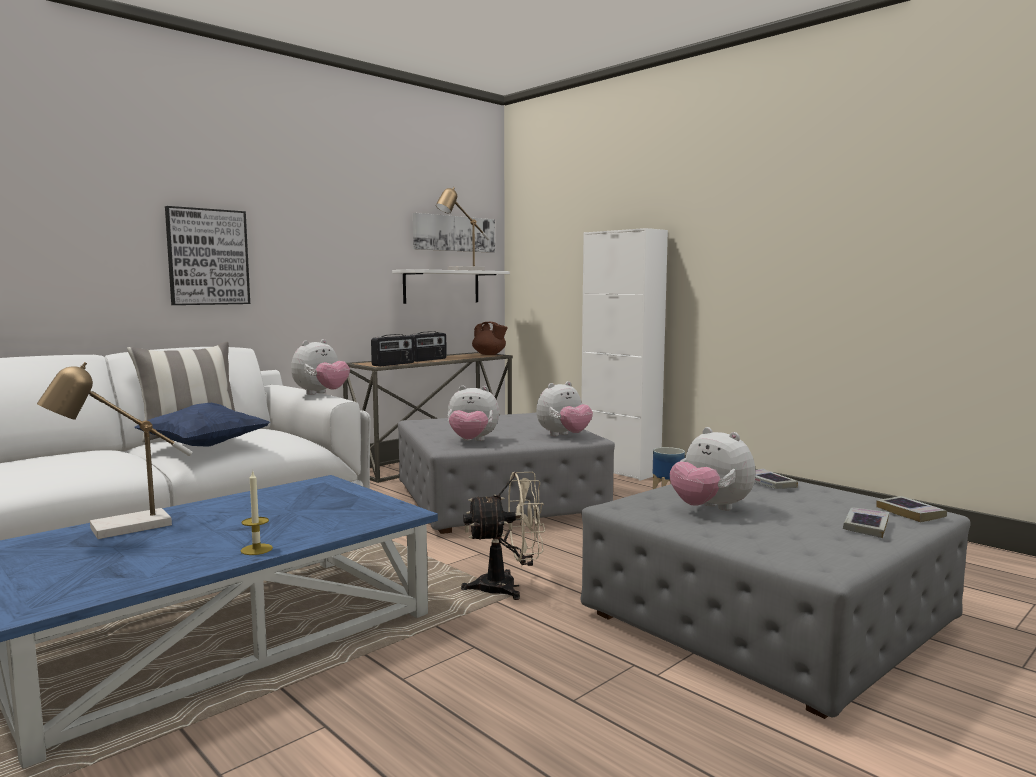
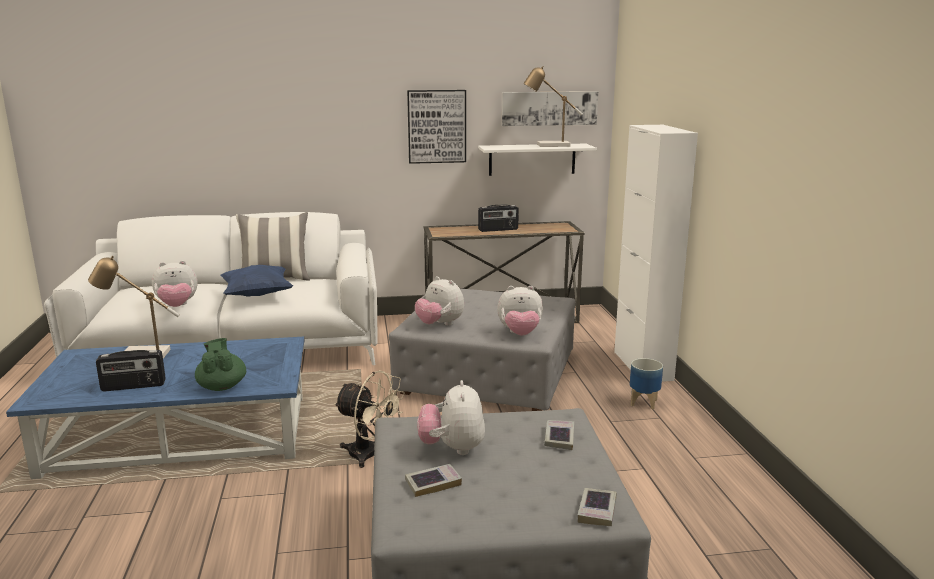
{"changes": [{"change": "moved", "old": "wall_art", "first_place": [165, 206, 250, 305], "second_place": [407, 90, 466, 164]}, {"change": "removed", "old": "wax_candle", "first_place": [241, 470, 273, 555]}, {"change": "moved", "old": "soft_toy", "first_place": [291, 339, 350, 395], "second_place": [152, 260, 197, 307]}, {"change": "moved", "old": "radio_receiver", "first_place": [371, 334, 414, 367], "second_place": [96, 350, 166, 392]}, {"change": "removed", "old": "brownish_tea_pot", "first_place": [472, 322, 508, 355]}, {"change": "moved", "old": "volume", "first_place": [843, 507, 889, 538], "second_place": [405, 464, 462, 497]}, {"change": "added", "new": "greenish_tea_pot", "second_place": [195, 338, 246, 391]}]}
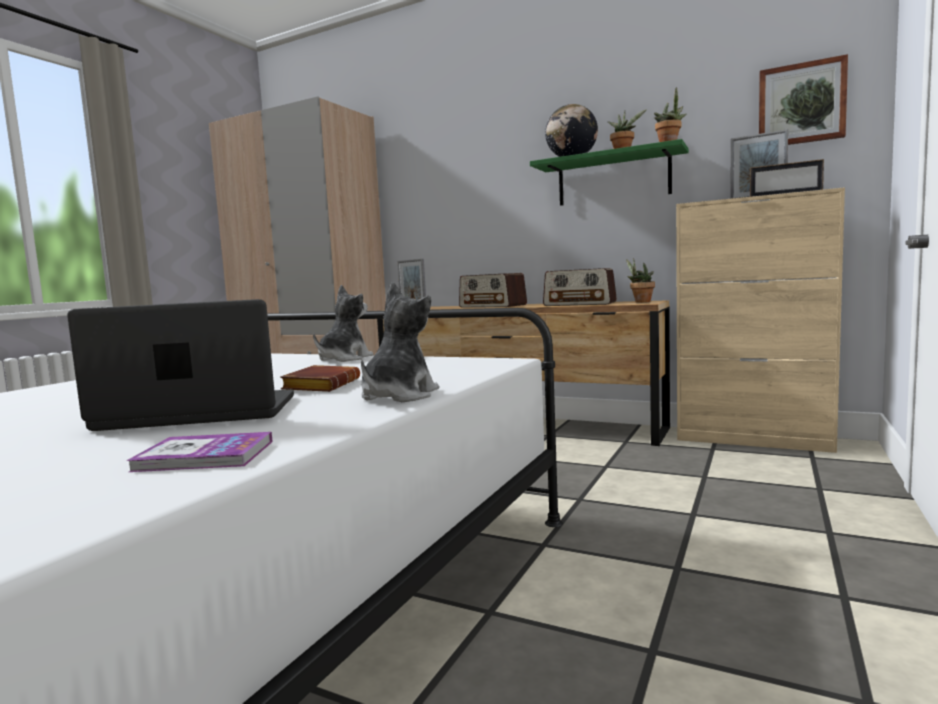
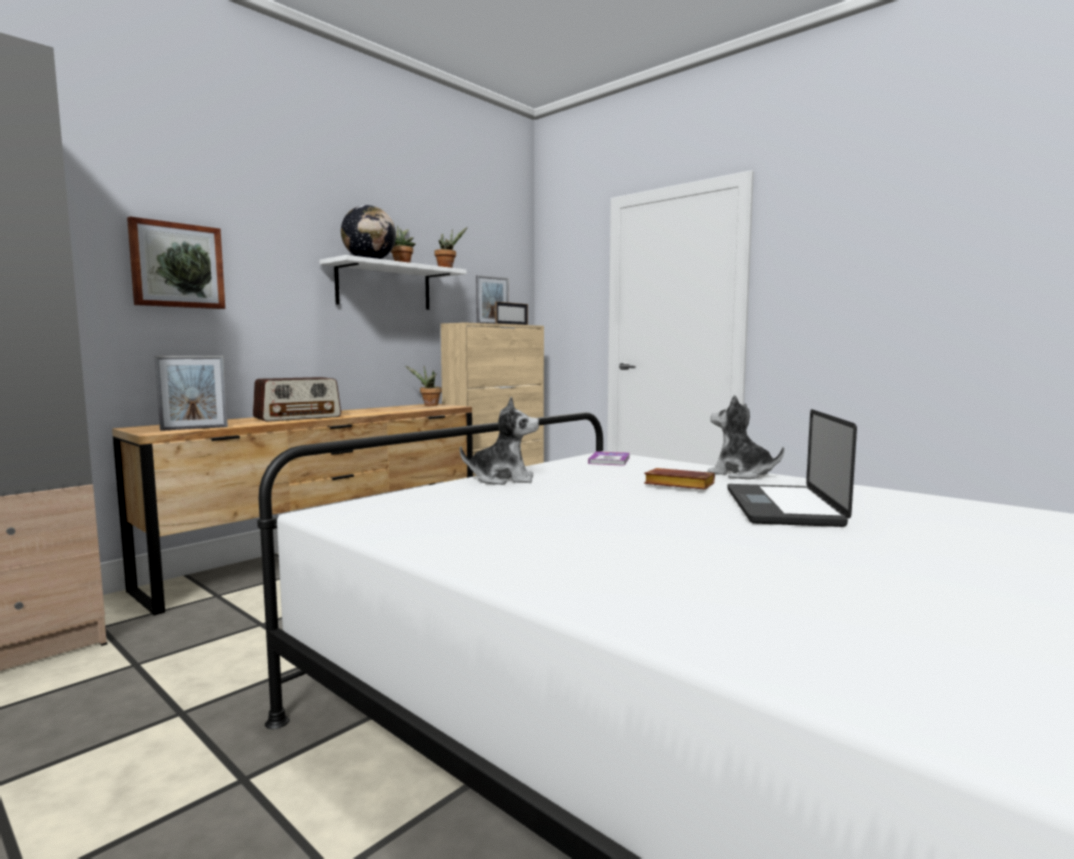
{"changes": [{"change": "moved", "old": "volume", "first_place": [126, 432, 273, 472], "second_place": [588, 451, 630, 466]}, {"change": "turned", "old": "soft_toy", "first_place": [313, 285, 374, 362], "second_place": [460, 396, 539, 485], "degrees": 135}, {"change": "recoloured", "old": "greenish_shelf", "new": "white-coloured_shelf", "first_place": [530, 139, 689, 206], "second_place": [320, 255, 467, 310]}, {"change": "removed", "old": "radio_receiver", "first_place": [543, 268, 617, 306]}, {"change": "moved", "old": "wall_art", "first_place": [759, 54, 848, 145], "second_place": [127, 216, 225, 309]}]}
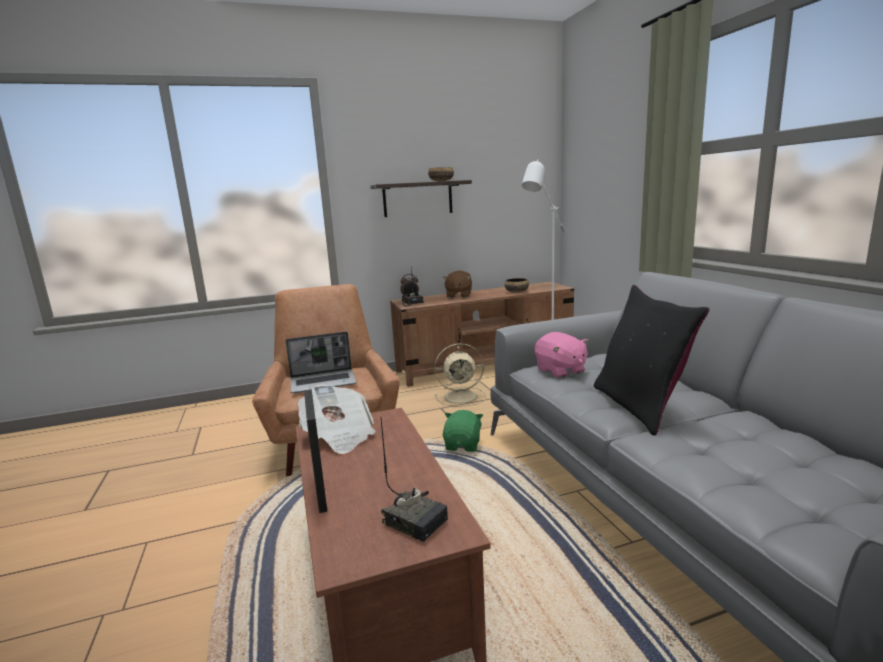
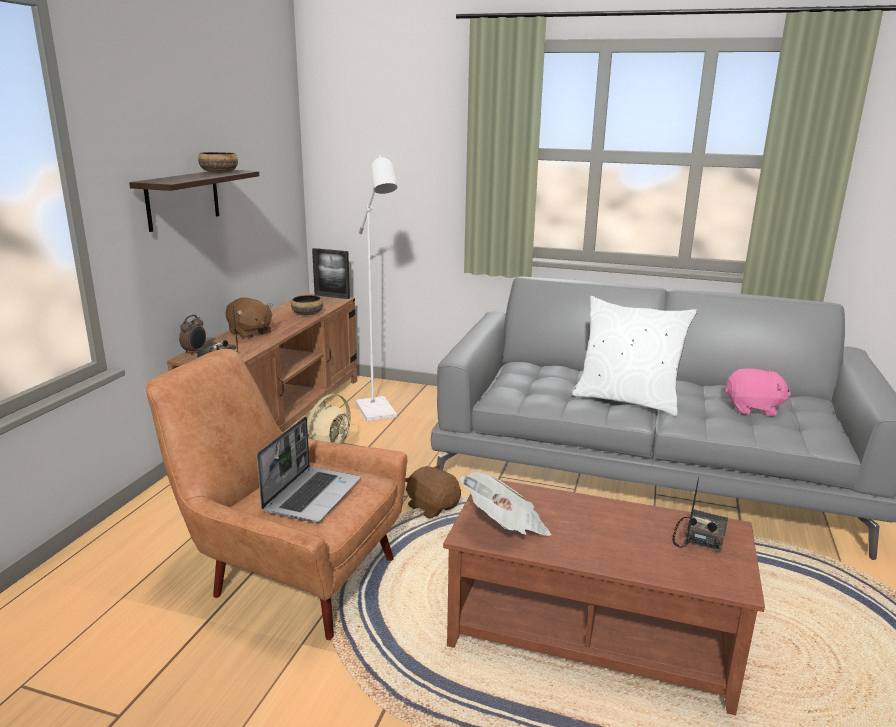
{"changes": [{"change": "moved", "old": "picture_frame", "first_place": [304, 389, 328, 513], "second_place": [312, 248, 350, 299]}, {"change": "turned", "old": "radio_receiver", "first_place": [381, 419, 448, 542], "second_place": [672, 476, 728, 553], "degrees": -45}, {"change": "recoloured", "old": "greenish_soft_toy", "new": "brownish_soft_toy", "first_place": [443, 410, 483, 452], "second_place": [405, 465, 461, 518]}, {"change": "moved", "old": "pink_soft_toy", "first_place": [535, 332, 589, 378], "second_place": [725, 369, 791, 416]}, {"change": "recoloured", "old": "blackish_pillow", "new": "white-coloured_pillow", "first_place": [594, 285, 710, 435], "second_place": [572, 296, 697, 416]}]}
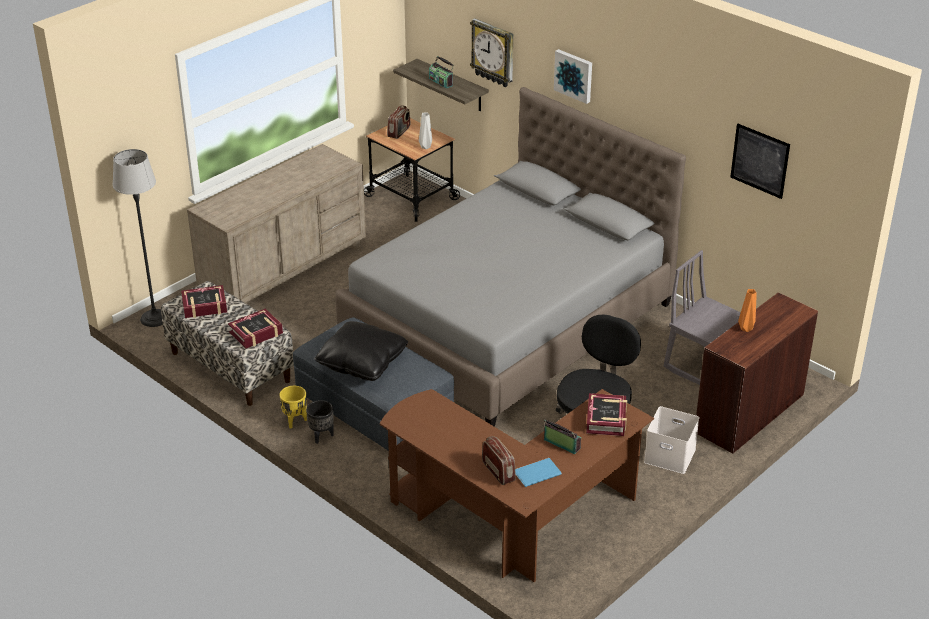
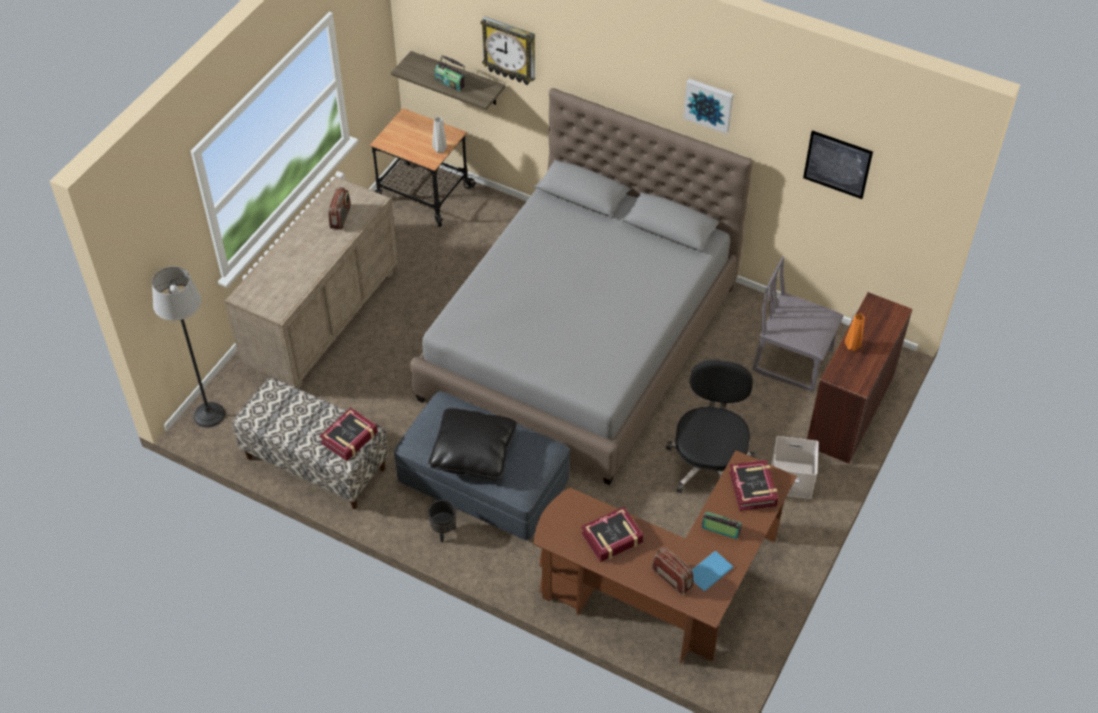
{"changes": [{"change": "moved", "old": "volume", "first_place": [181, 285, 227, 318], "second_place": [581, 507, 644, 562]}, {"change": "removed", "old": "yellow-coloured_planter", "first_place": [279, 386, 307, 429]}, {"change": "moved", "old": "radio_receiver", "first_place": [387, 105, 410, 139], "second_place": [328, 187, 351, 230]}, {"change": "moved", "old": "wall_art", "first_place": [554, 49, 592, 104], "second_place": [683, 79, 734, 134]}]}
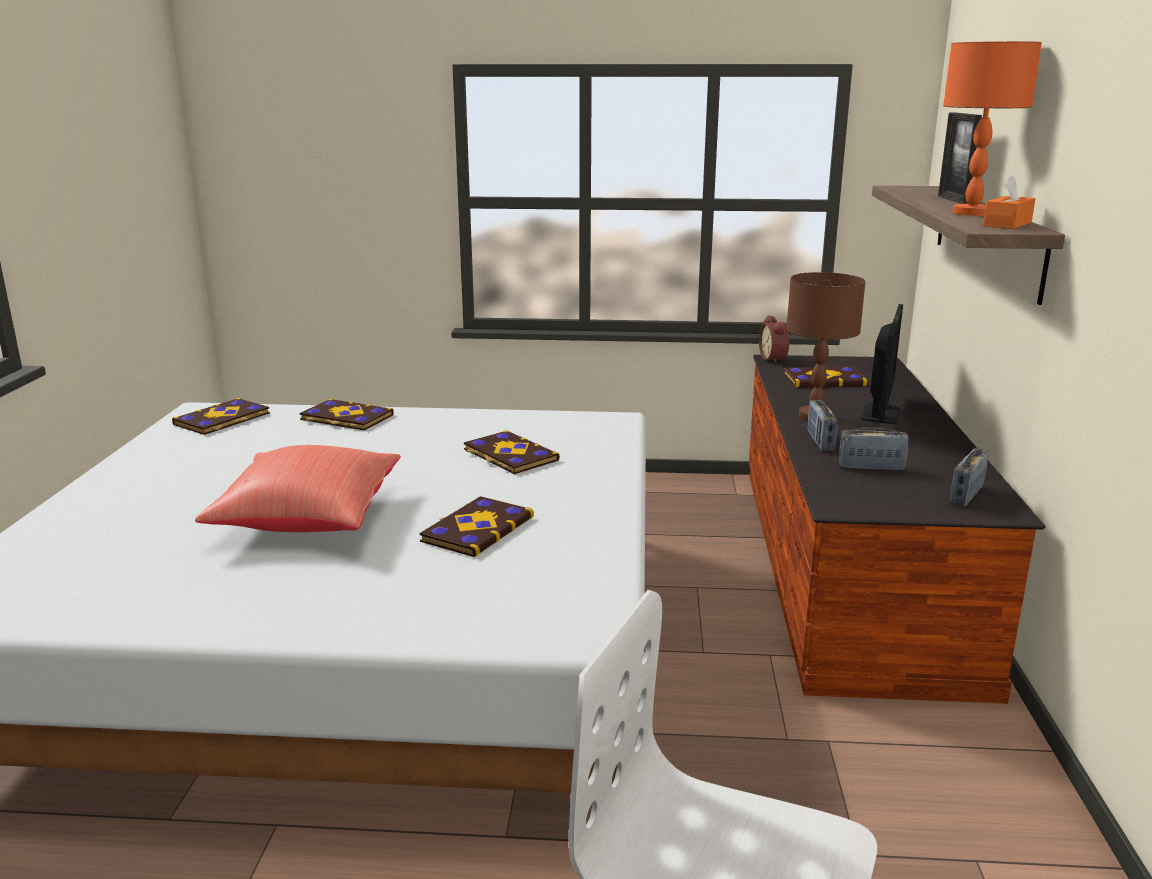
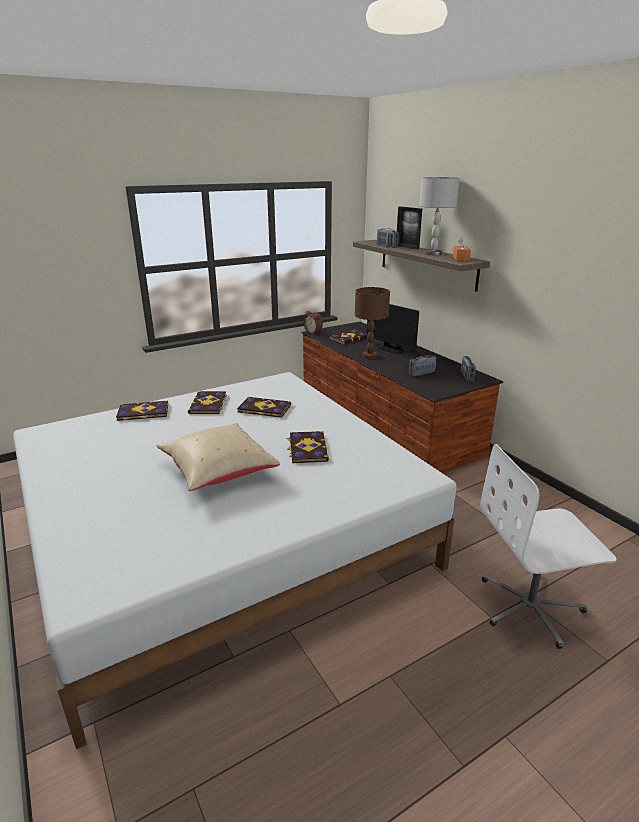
{"changes": [{"change": "moved", "old": "volume", "first_place": [172, 398, 270, 435], "second_place": [188, 391, 227, 414]}, {"change": "recoloured", "old": "red_pillow", "new": "sand-coloured_pillow", "first_place": [195, 445, 401, 532], "second_place": [156, 423, 280, 491]}, {"change": "moved", "old": "radio_receiver", "first_place": [808, 400, 838, 451], "second_place": [377, 228, 399, 248]}, {"change": "turned", "old": "computer_screen", "first_place": [861, 304, 903, 424], "second_place": [367, 304, 419, 354], "degrees": 150}, {"change": "recoloured", "old": "orange-coloured_table_lamp", "new": "gray_table_lamp", "first_place": [943, 41, 1042, 216], "second_place": [419, 177, 459, 255]}]}
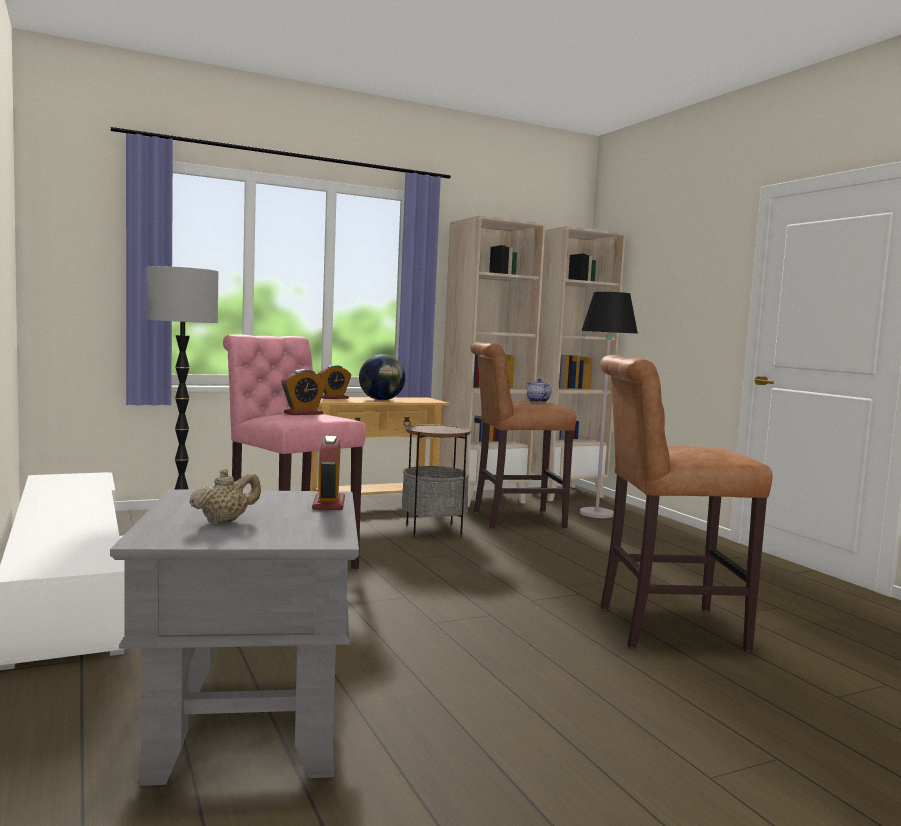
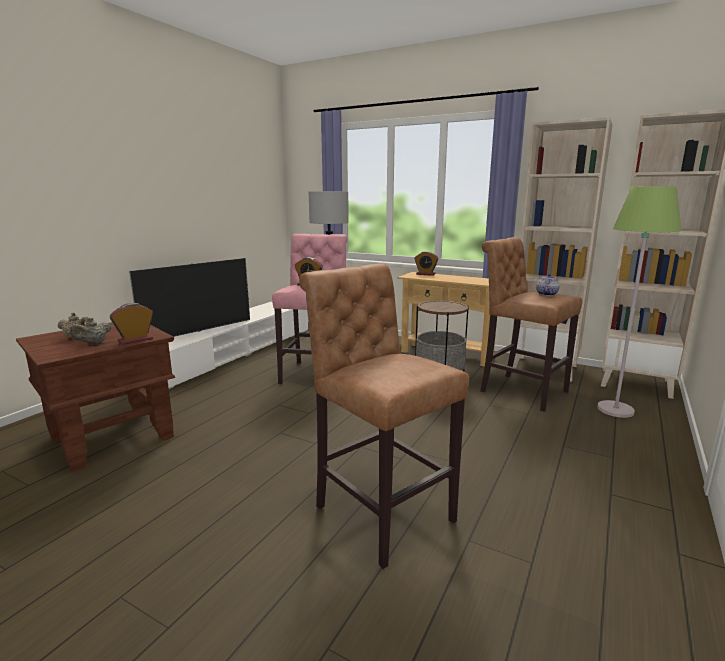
{"changes": [{"change": "recoloured", "old": "gray_side_table", "new": "brownish_side_table", "first_place": [110, 489, 359, 786], "second_place": [16, 322, 175, 473]}, {"change": "removed", "old": "world_globe", "first_place": [359, 354, 405, 400]}, {"change": "recoloured", "old": "blackish_standard_lamp", "new": "greenish_standard_lamp", "first_place": [580, 292, 638, 518], "second_place": [597, 186, 681, 418]}, {"change": "added", "new": "sand-coloured_tea_pot", "second_place": [70, 318, 112, 344]}, {"change": "added", "new": "TV_set", "second_place": [129, 258, 250, 337]}]}
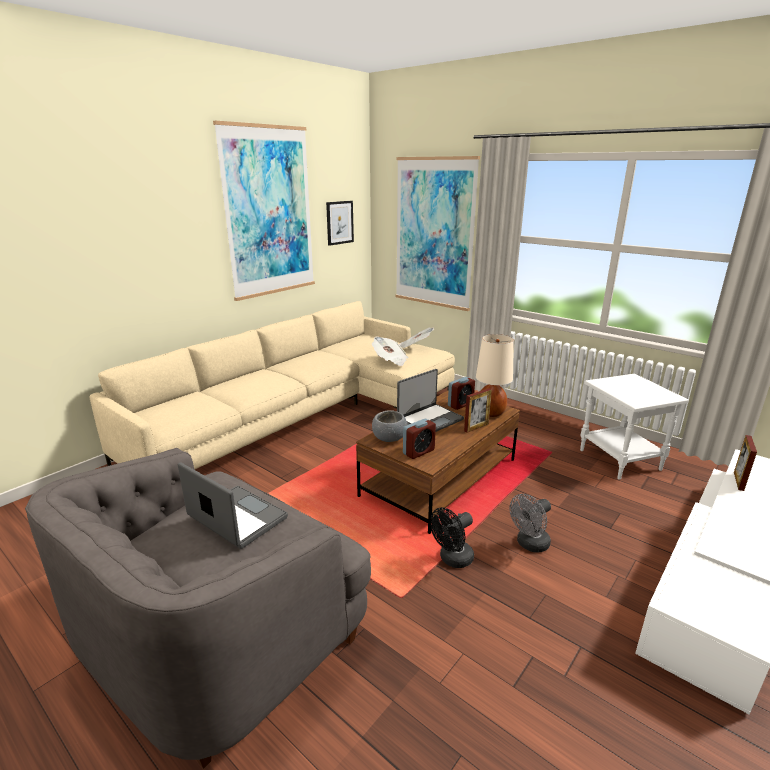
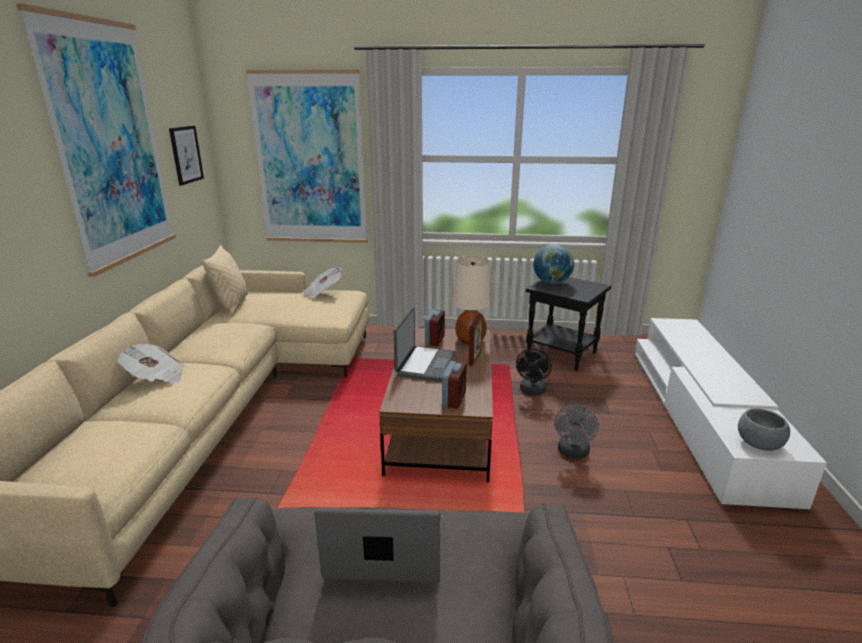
{"changes": [{"change": "moved", "old": "newspaper", "first_place": [372, 336, 408, 366], "second_place": [117, 344, 184, 383]}, {"change": "moved", "old": "gray_deep_dish", "first_place": [372, 410, 407, 442], "second_place": [738, 408, 790, 451]}, {"change": "moved", "old": "blackish_electric_fan", "first_place": [430, 507, 474, 568], "second_place": [516, 349, 552, 395]}, {"change": "recoloured", "old": "white-coloured_side_table", "new": "blackish_side_table", "first_place": [580, 374, 689, 480], "second_place": [526, 277, 611, 371]}, {"change": "removed", "old": "picture_frame", "first_place": [734, 435, 757, 491]}, {"change": "added", "new": "sand-coloured_pillow", "second_place": [202, 245, 248, 316]}, {"change": "added", "new": "world_globe", "second_place": [533, 244, 574, 284]}]}
